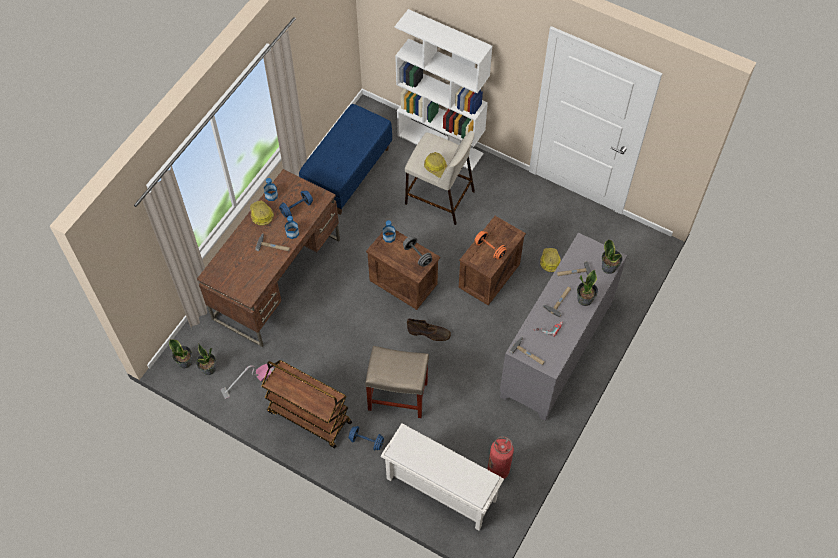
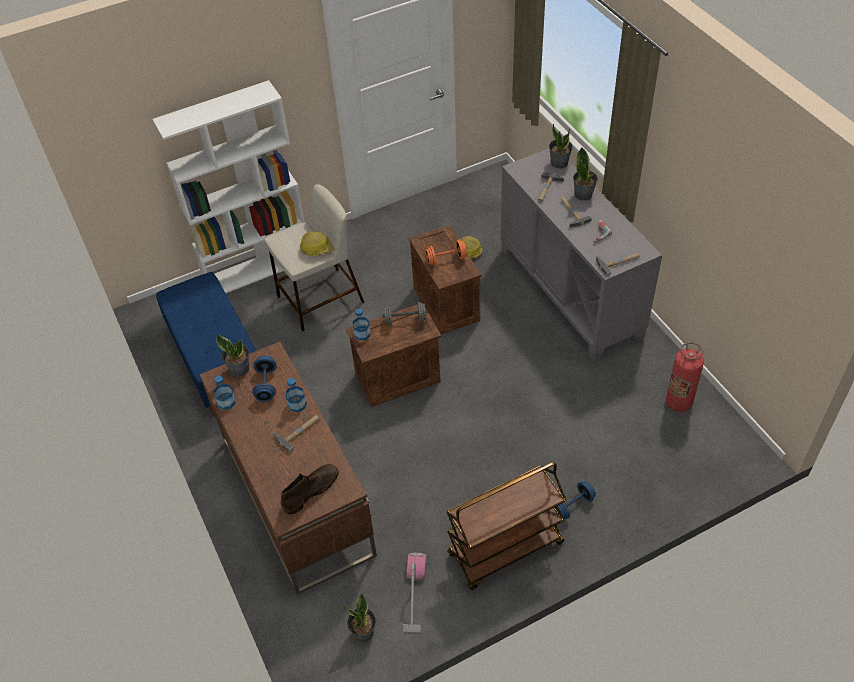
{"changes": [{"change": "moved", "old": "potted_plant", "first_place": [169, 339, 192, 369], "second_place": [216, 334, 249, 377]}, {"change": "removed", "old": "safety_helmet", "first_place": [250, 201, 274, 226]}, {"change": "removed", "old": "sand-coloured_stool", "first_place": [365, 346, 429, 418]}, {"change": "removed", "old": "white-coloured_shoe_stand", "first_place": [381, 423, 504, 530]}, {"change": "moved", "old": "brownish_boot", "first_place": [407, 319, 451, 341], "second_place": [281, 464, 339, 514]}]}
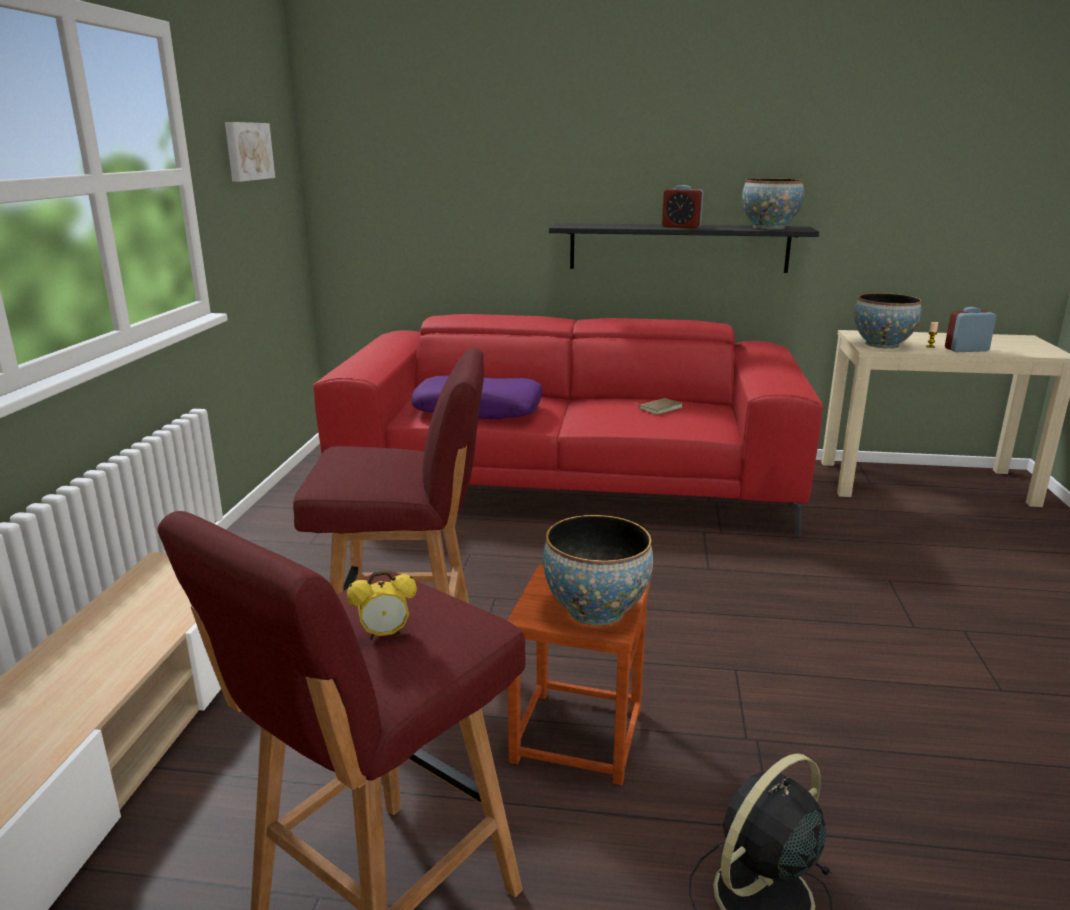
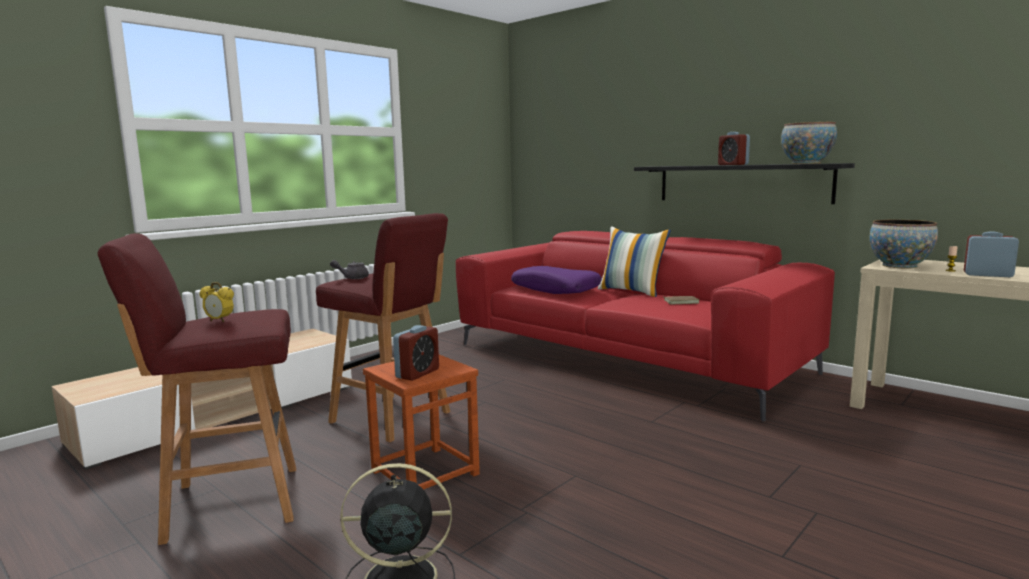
{"changes": [{"change": "removed", "old": "wall_art", "first_place": [225, 122, 275, 182]}, {"change": "replaced", "old": "deep_dish", "new": "bedside_clock", "first_place": [543, 515, 653, 626], "second_place": [393, 325, 439, 381]}, {"change": "added", "new": "gray_tea_pot", "second_place": [330, 260, 369, 279]}, {"change": "added", "new": "pillow", "second_place": [598, 227, 671, 297]}]}
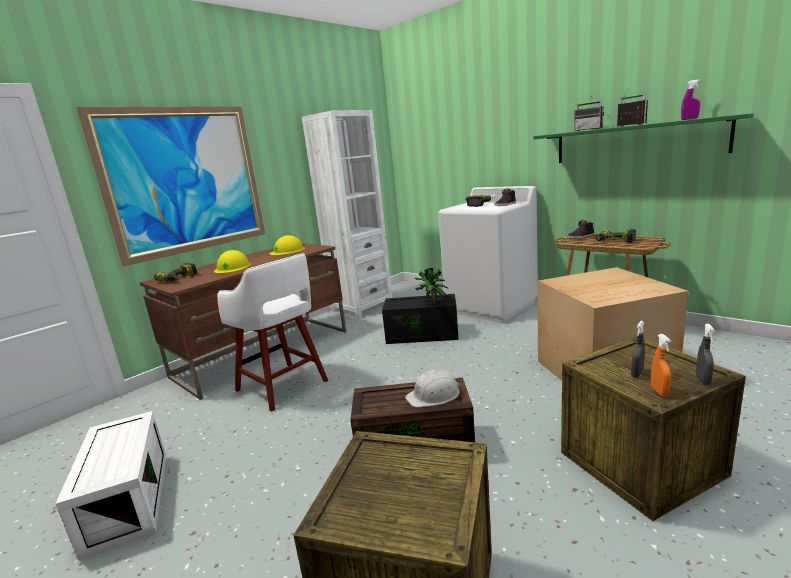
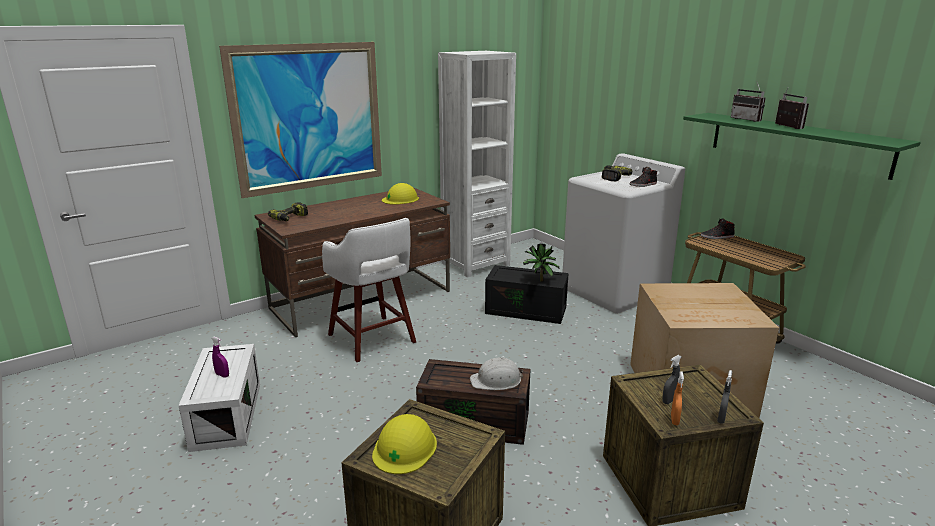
{"changes": [{"change": "moved", "old": "yellow-coloured_safety_helmet", "first_place": [214, 250, 251, 274], "second_place": [372, 414, 437, 474]}, {"change": "removed", "old": "drill", "first_place": [596, 229, 636, 243]}, {"change": "moved", "old": "purple_sprayer", "first_place": [681, 80, 700, 120], "second_place": [211, 336, 229, 377]}]}
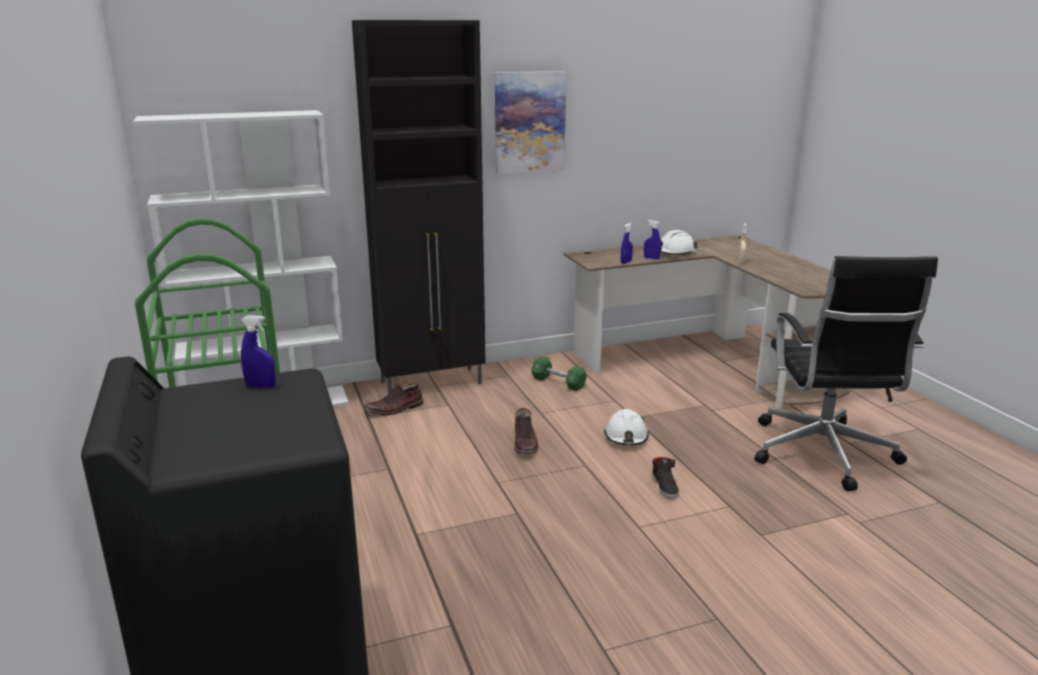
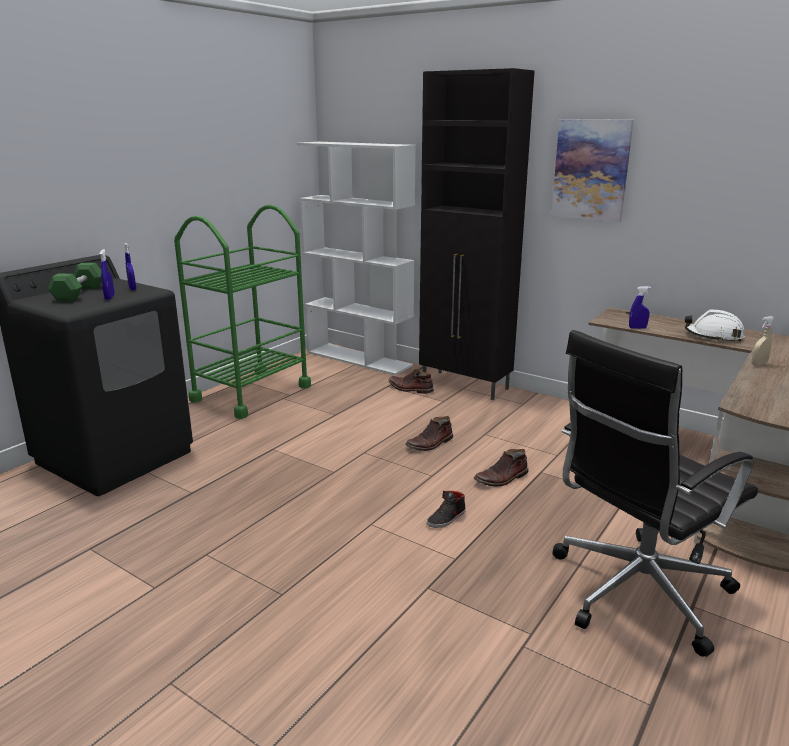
{"changes": [{"change": "moved", "old": "greenish_free_weight", "first_place": [531, 356, 587, 391], "second_place": [48, 263, 102, 302]}, {"change": "replaced", "old": "white-coloured_safety_helmet", "new": "brownish_boot", "first_place": [604, 409, 649, 445], "second_place": [474, 449, 528, 487]}, {"change": "moved", "old": "blue_sprayer", "first_place": [644, 220, 661, 260], "second_place": [100, 249, 115, 300]}]}
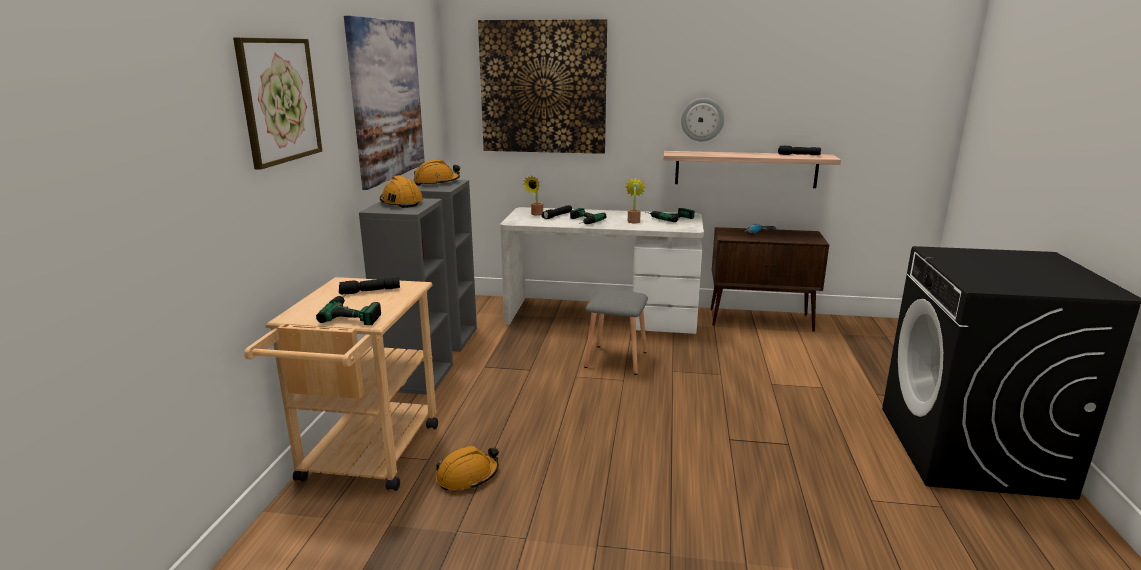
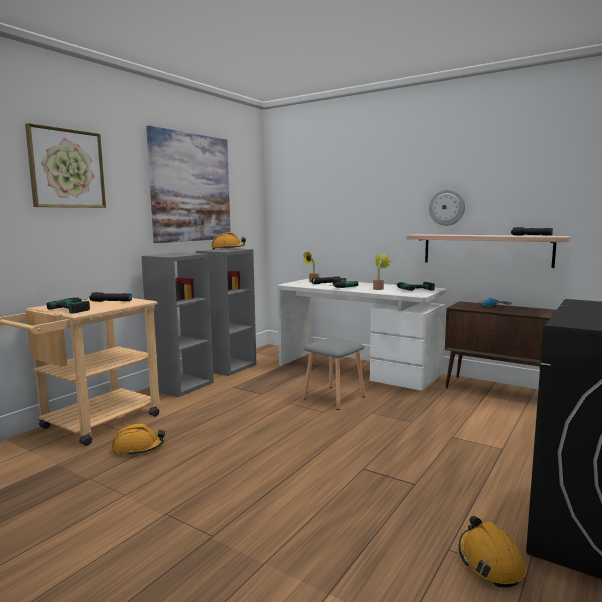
{"changes": [{"change": "moved", "old": "orange-coloured_safety_helmet", "first_place": [380, 175, 424, 208], "second_place": [459, 516, 526, 587]}, {"change": "removed", "old": "wall_art", "first_place": [478, 19, 607, 154]}]}
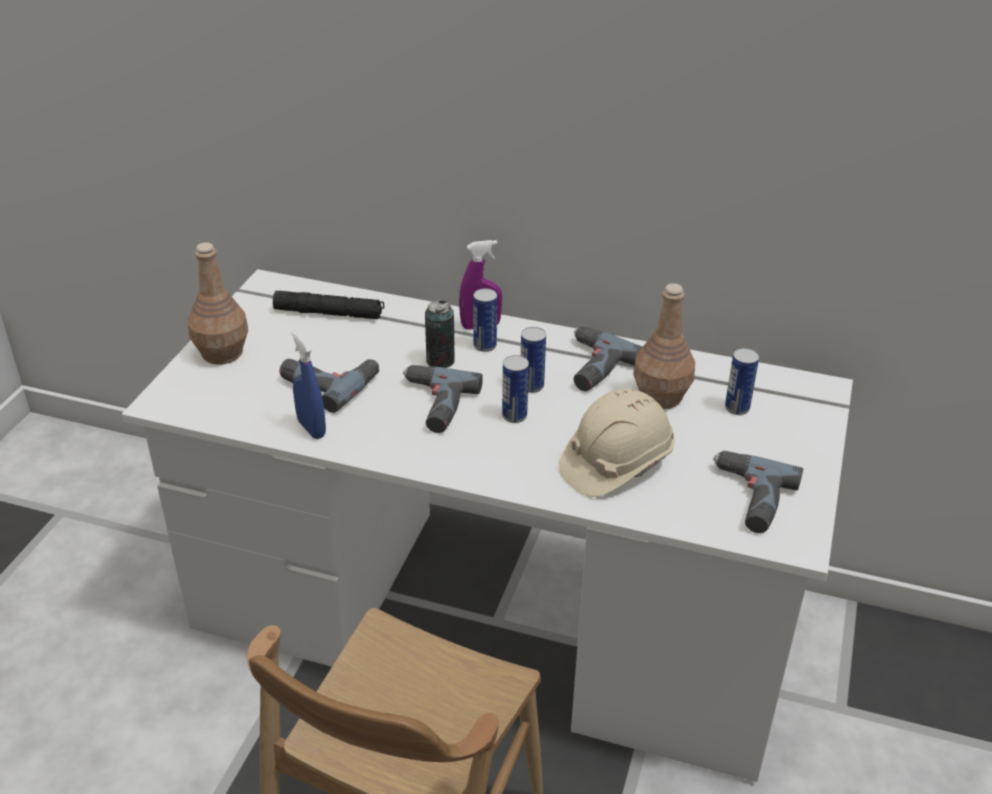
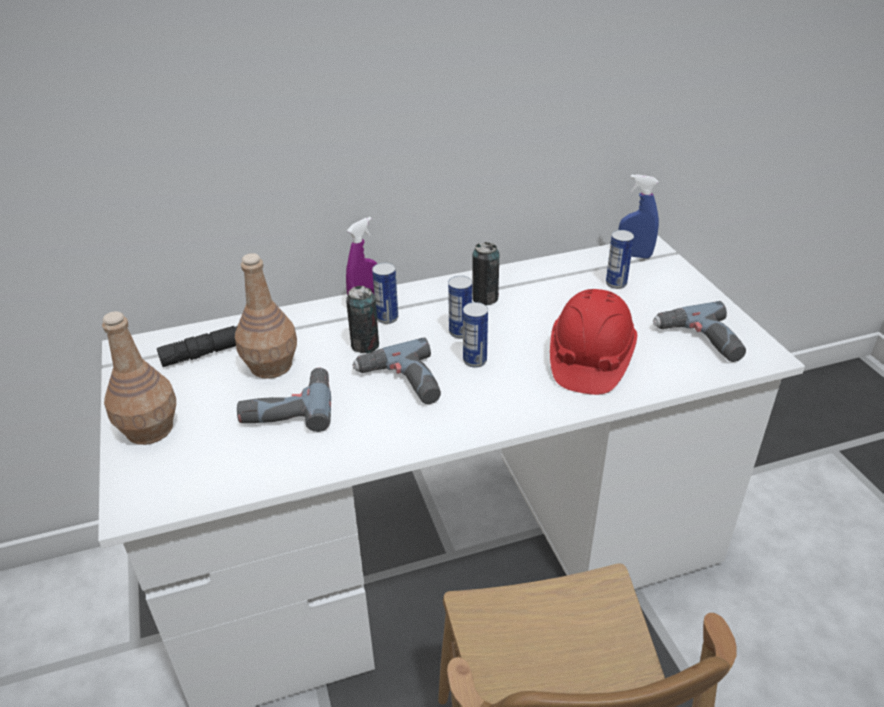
{"changes": [{"change": "moved", "old": "blue_sprayer", "first_place": [291, 330, 326, 439], "second_place": [618, 174, 659, 259]}, {"change": "recoloured", "old": "sand-coloured_safety_helmet", "new": "red_safety_helmet", "first_place": [559, 389, 675, 497], "second_place": [550, 289, 637, 395]}, {"change": "replaced", "old": "drill", "new": "metal_can", "first_place": [574, 326, 642, 391], "second_place": [472, 242, 499, 306]}, {"change": "moved", "old": "brownish_bottle", "first_place": [633, 283, 695, 409], "second_place": [235, 253, 297, 379]}]}
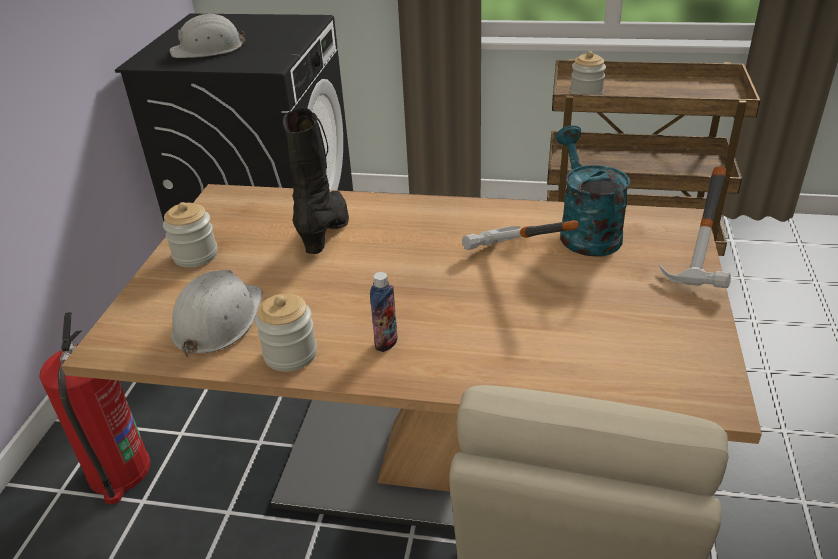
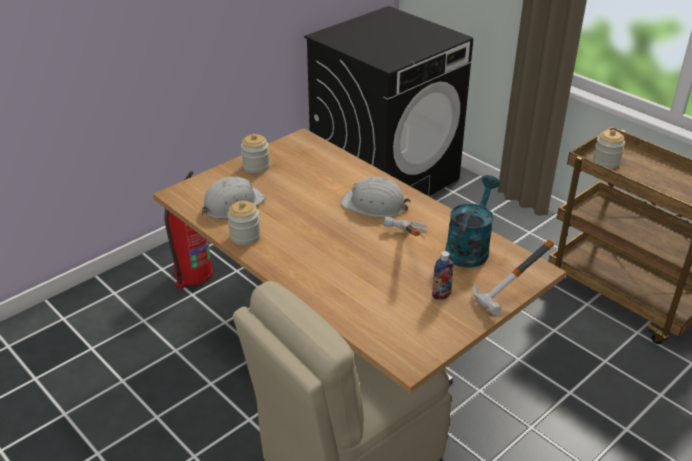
{"changes": [{"change": "moved", "old": "white-coloured_safety_helmet", "first_place": [170, 13, 246, 58], "second_place": [341, 177, 411, 218]}, {"change": "removed", "old": "blackish_boot", "first_place": [283, 107, 349, 254]}, {"change": "moved", "old": "bottle", "first_place": [370, 272, 398, 352], "second_place": [432, 251, 454, 299]}]}
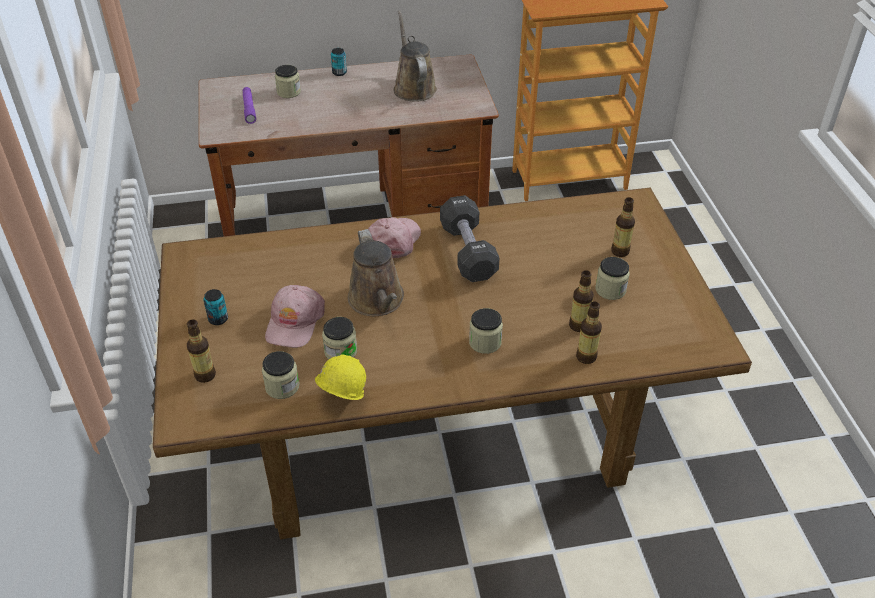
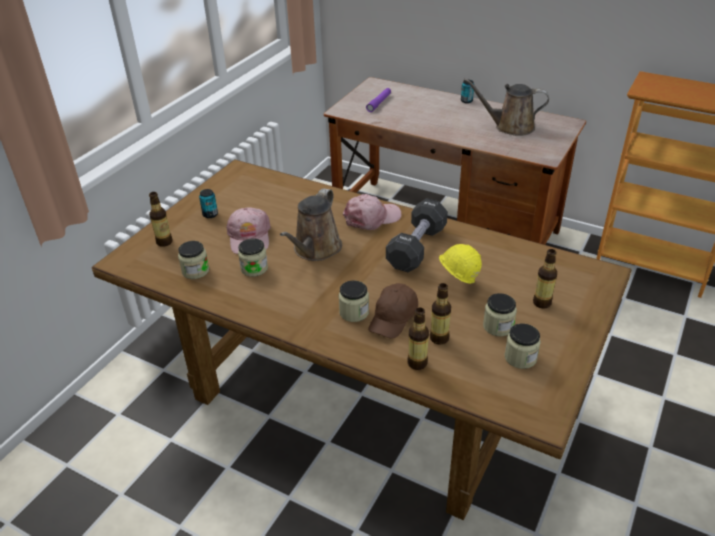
{"changes": [{"change": "turned", "old": "pink_cap", "first_place": [265, 285, 325, 348], "second_place": [226, 207, 271, 254], "degrees": -60}, {"change": "moved", "old": "storage_jar", "first_place": [275, 65, 301, 98], "second_place": [505, 323, 541, 369]}, {"change": "moved", "old": "yellow-coloured_safety_helmet", "first_place": [315, 354, 366, 400], "second_place": [439, 244, 482, 284]}, {"change": "turned", "old": "brownish_sprinkling_can", "first_place": [394, 10, 437, 102], "second_place": [464, 79, 549, 136], "degrees": -105}, {"change": "added", "new": "brownish_cap", "second_place": [368, 283, 418, 339]}]}
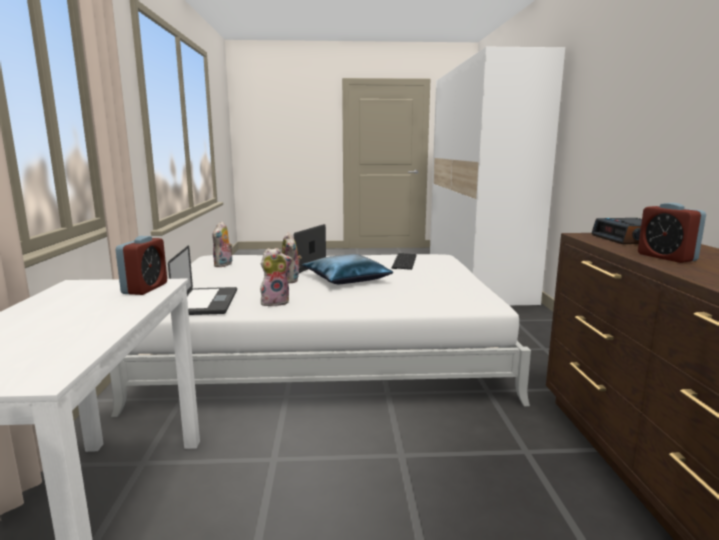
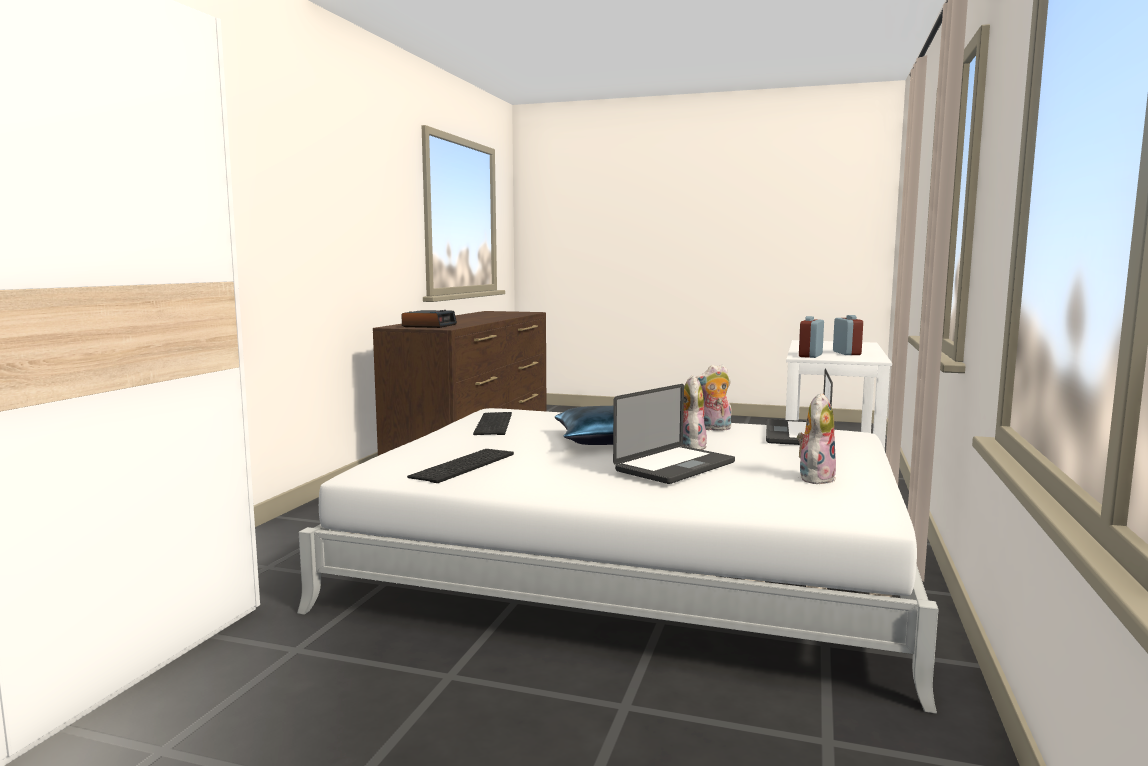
{"changes": [{"change": "moved", "old": "bedside_clock", "first_place": [638, 203, 706, 263], "second_place": [833, 315, 863, 355]}, {"change": "added", "new": "PC_keyboard", "second_place": [473, 412, 512, 435]}]}
